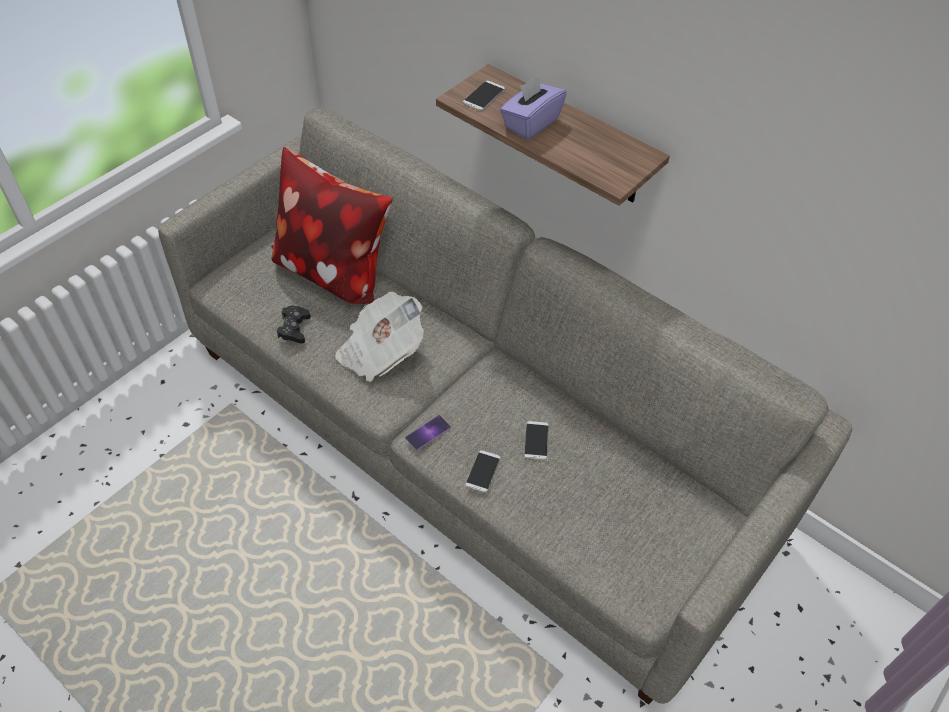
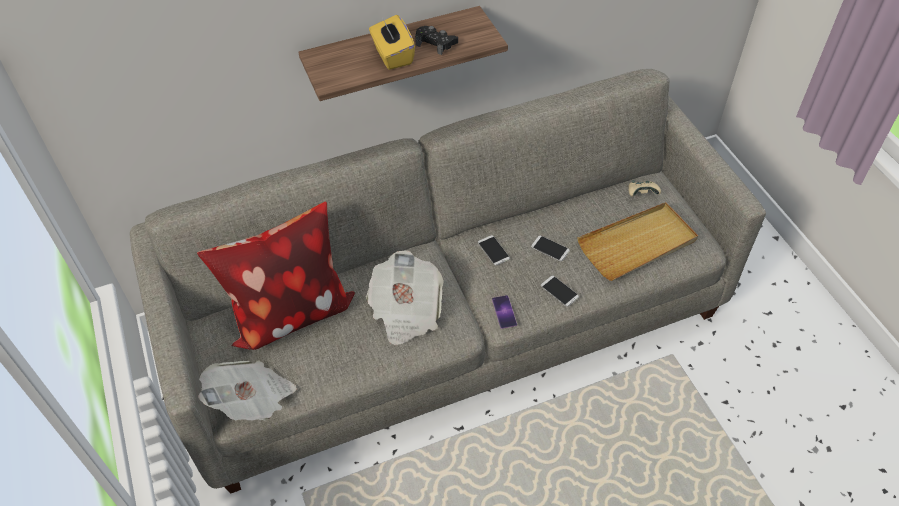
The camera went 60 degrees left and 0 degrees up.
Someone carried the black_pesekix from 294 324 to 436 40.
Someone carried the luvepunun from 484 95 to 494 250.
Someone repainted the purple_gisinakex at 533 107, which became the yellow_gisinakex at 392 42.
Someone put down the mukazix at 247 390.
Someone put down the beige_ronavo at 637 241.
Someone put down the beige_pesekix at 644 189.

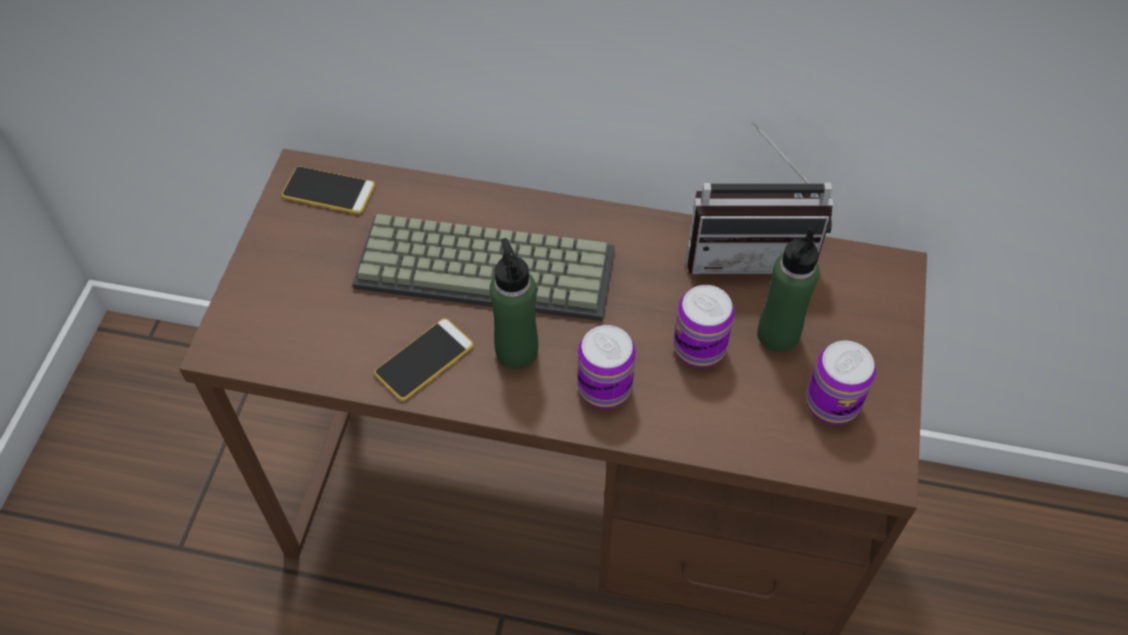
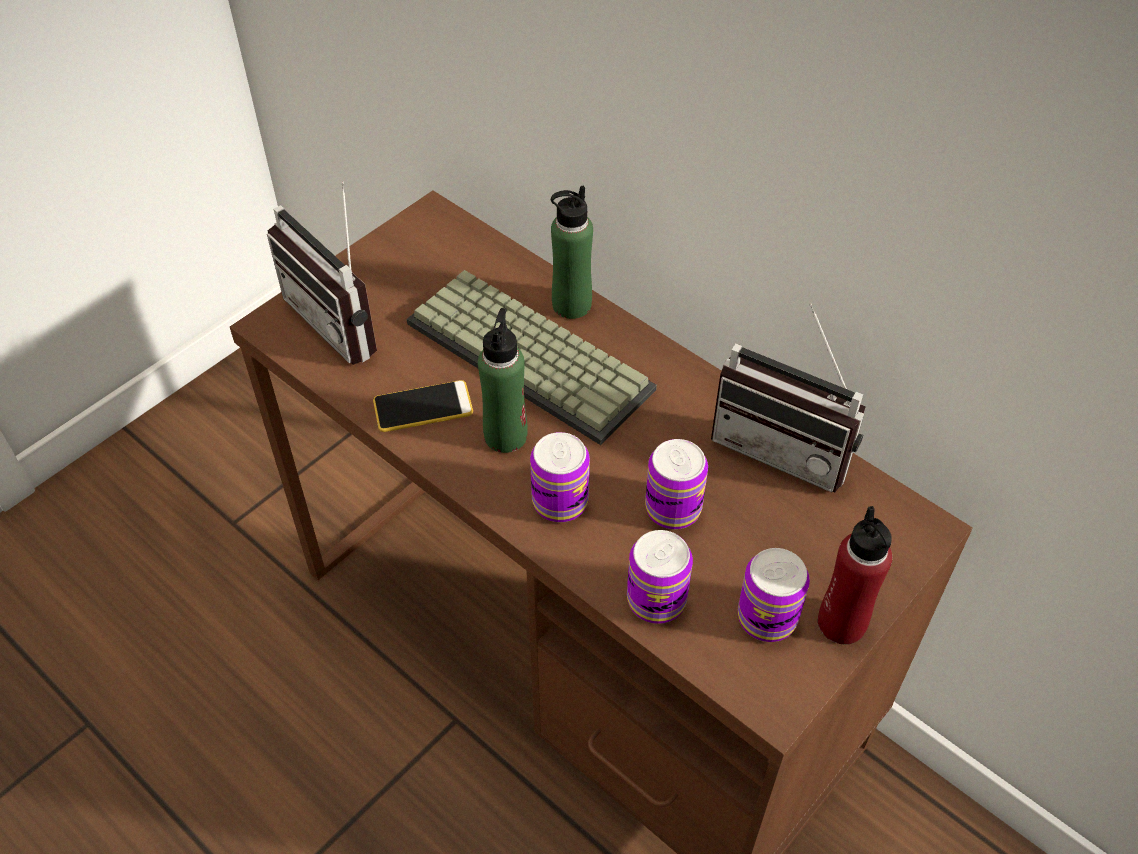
The camera went 30 degrees right and 5 degrees down.
Someone took away the luvepunun at 328 190.
Someone carried the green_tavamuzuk from 788 289 to 572 252.
Someone put down the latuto at 322 273.
Someone put down the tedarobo at 660 577.
Someone put down the red_tavamuzuk at 855 575.

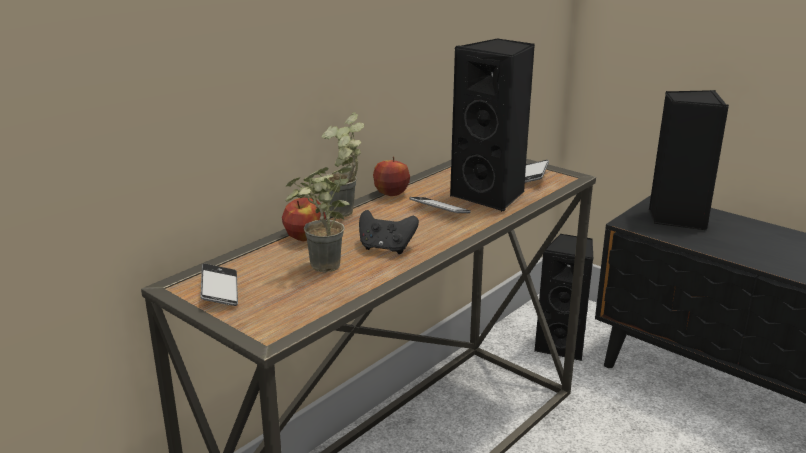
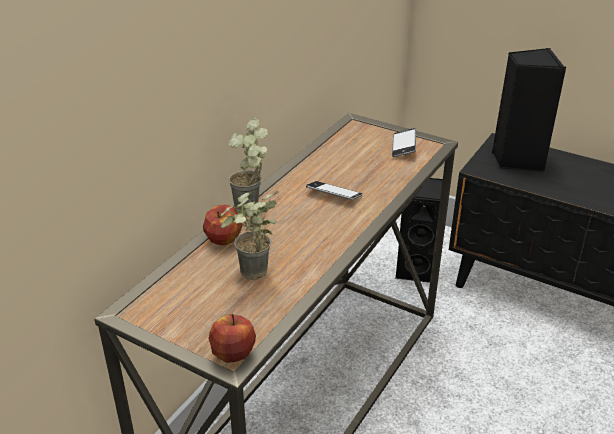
The camera went 10 degrees left and 10 degrees up.
Someone took away the luvepunun at 219 285.
Someone took away the black_pesekix at 389 232.
Someone carried the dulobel from 391 176 to 232 338.
Someone took away the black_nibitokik at 492 125.

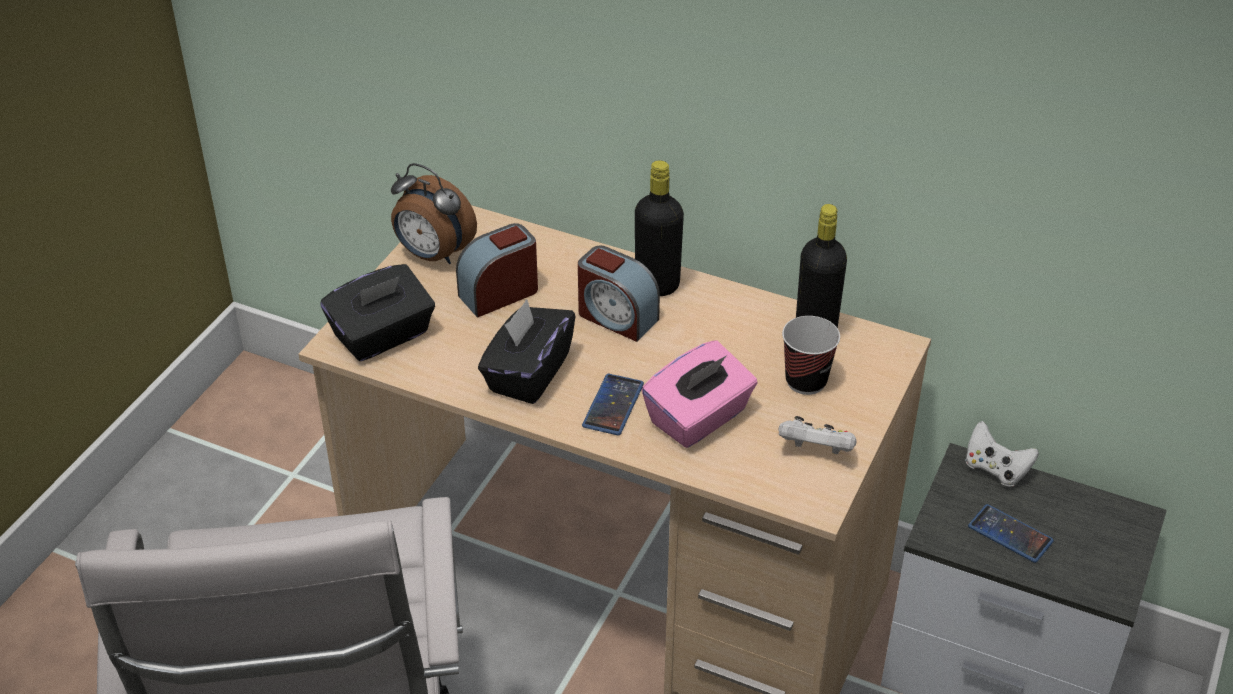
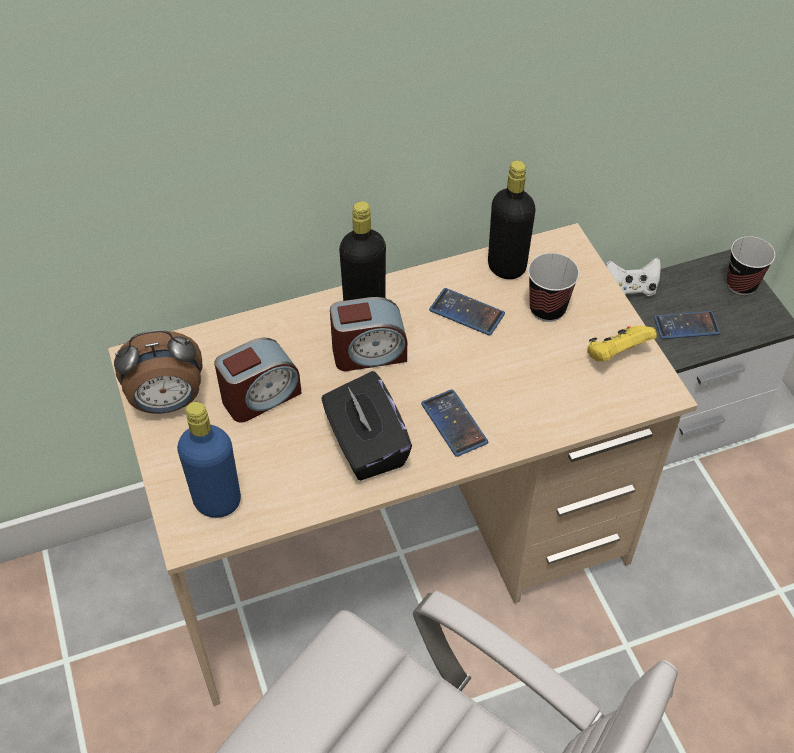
The camera went 45 degrees left and 10 degrees up.
Someone swapped the black_gisinakex at 378 312 for the blue_tavamuzuk at 209 460.
Someone rotated the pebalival at 497 270 by 135 degrees counterclockwise.
Someone took away the pink_gisinakex at 700 394.
Someone repainted the white_pesekix at 818 435, which became the yellow_pesekix at 622 343.
Someone put down the luvepunun at 467 312.
Someone put down the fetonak at 751 265.

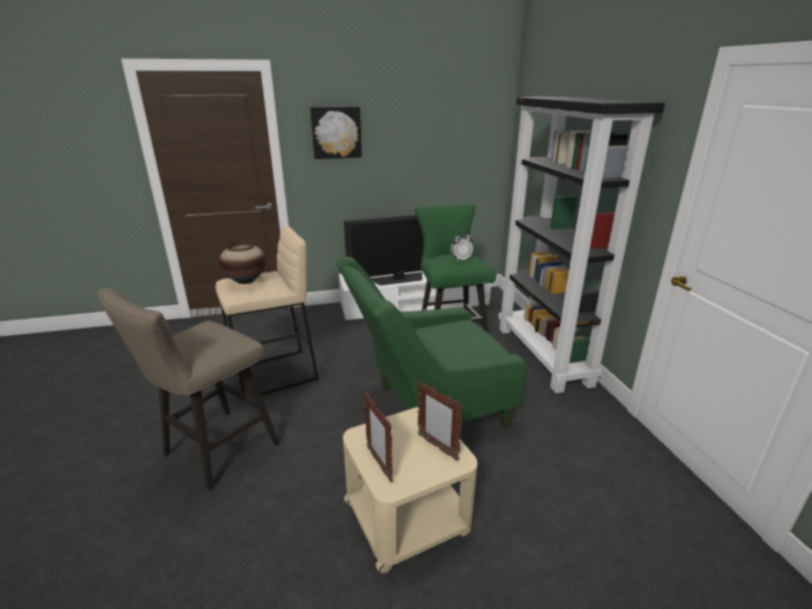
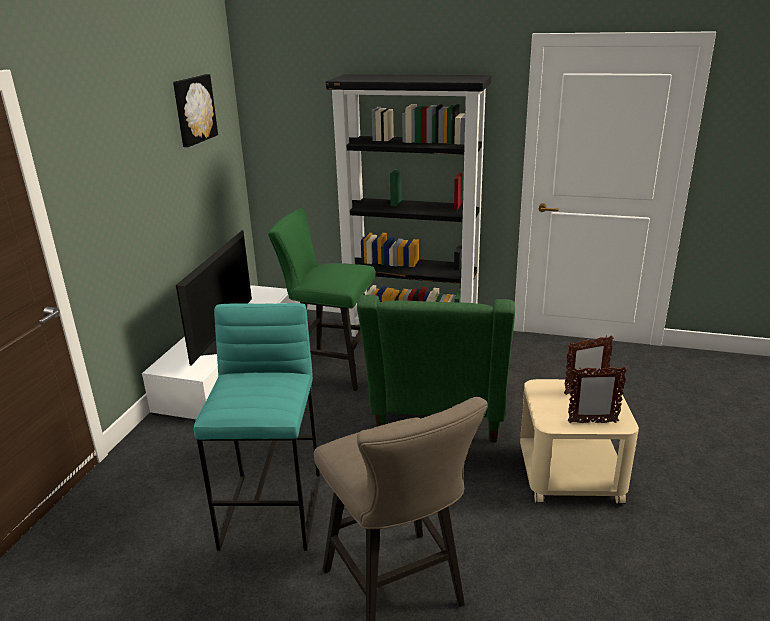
The camera went 60 degrees left and 0 degrees up.
Someone repainted the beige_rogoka at 267 311, which became the turquoise_rogoka at 257 427.
Someone took away the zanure at 242 262.
Someone carried the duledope from 336 133 to 195 110.
Someone took away the pebalival at 462 246.

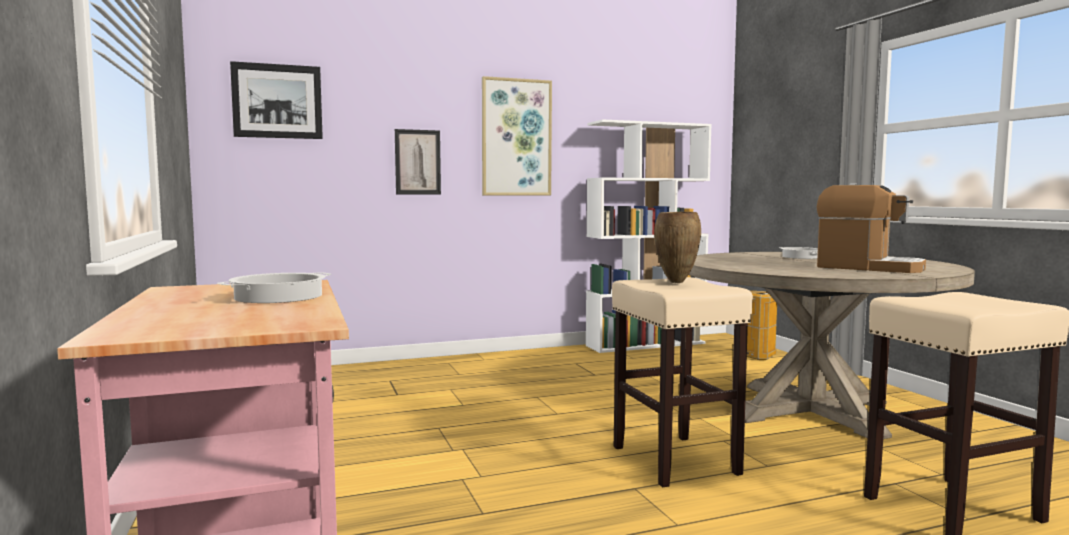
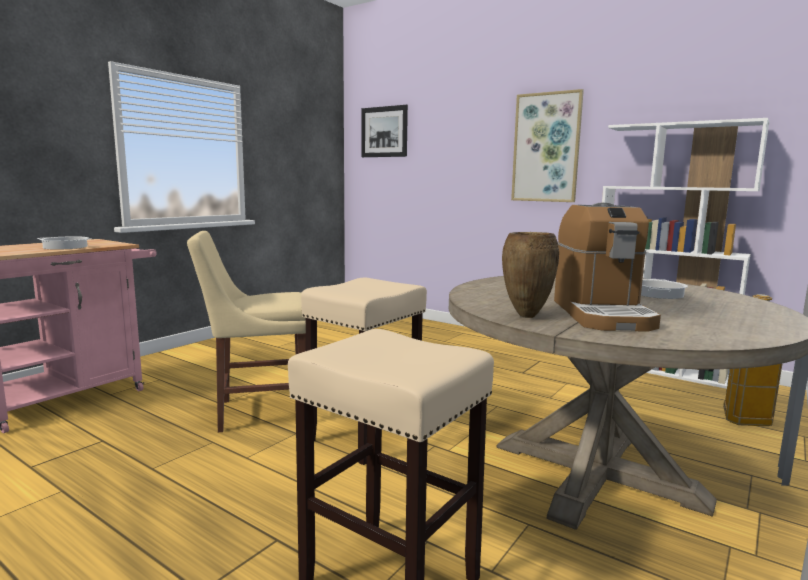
The camera went 55 degrees right and 5 degrees up.
Someone took away the duledope at 418 161.
Someone carried the brown_zanure from 677 247 to 530 275.
Someone put down the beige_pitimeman at 246 331.

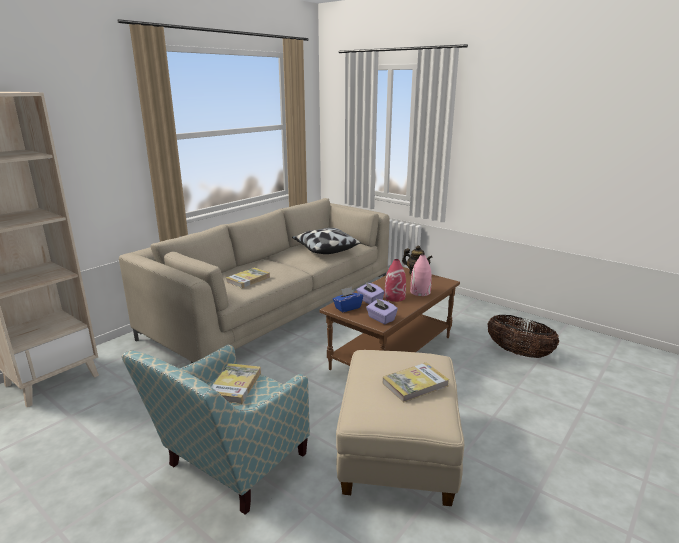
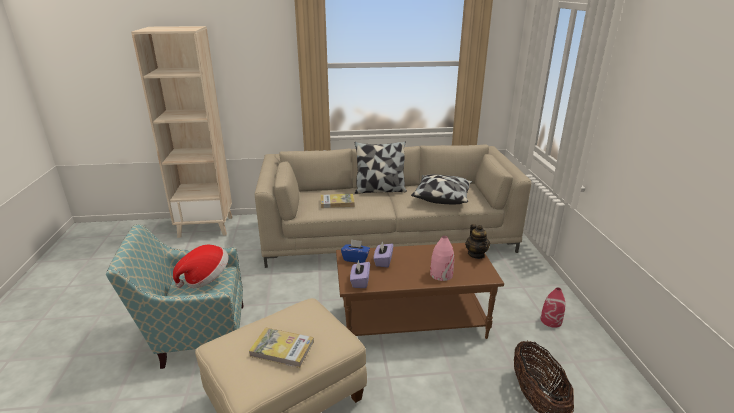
The camera went 45 degrees right and 5 degrees up.
Someone swapped the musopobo at 236 383 for the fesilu at 201 266.
Someone carried the red_zanure from 395 280 to 553 307.
Someone put down the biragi at 381 167.

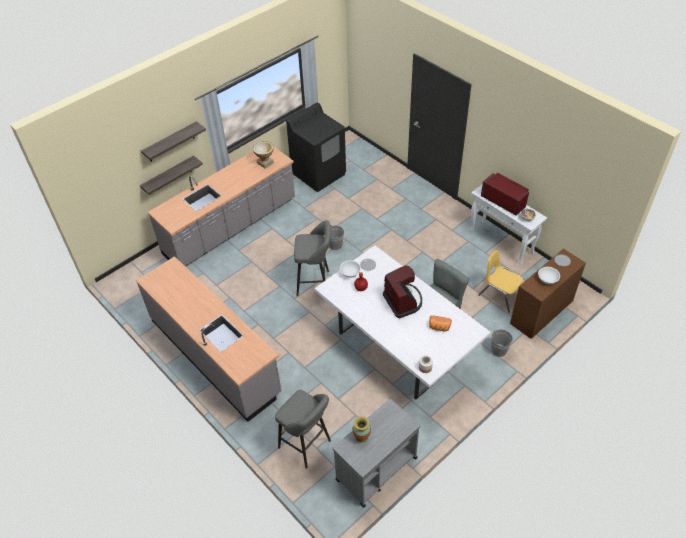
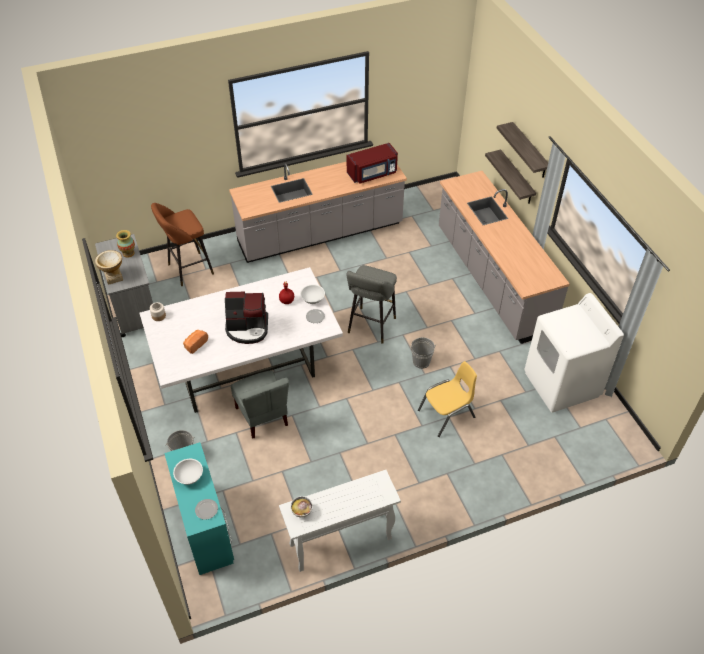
The camera went 110 degrees right and 0 degrees up.
Someone carried the zanure from 263 154 to 109 267.
Someone repainted the grey_rogoka at 303 429, which became the brown_rogoka at 182 244.
Someone repainted the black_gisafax at 316 147, which became the white_gisafax at 574 353.
Someone carried the yellow_pitimeman from 500 281 to 447 399.
Someone carried the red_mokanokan from 505 194 to 372 163.
Someone repainted the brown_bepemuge at 548 293, which became the turquoise_bepemuge at 199 508.

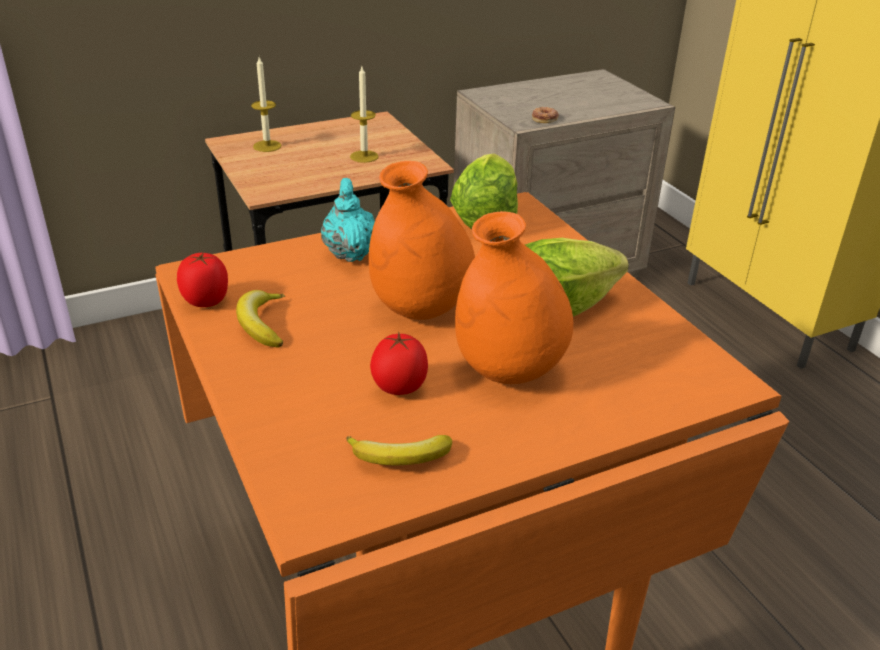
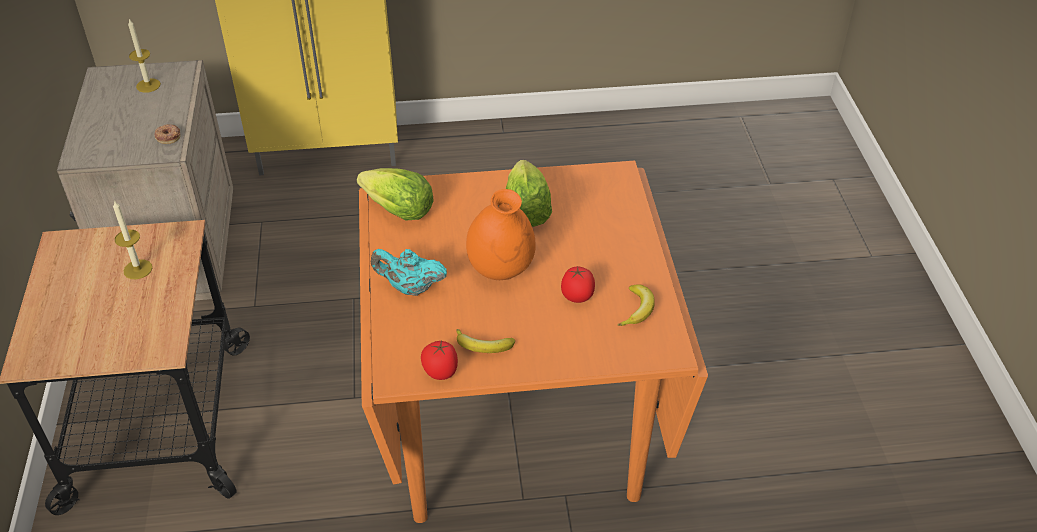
The camera went 70 degrees left and 10 degrees up.
Someone carried the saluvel from 266 104 to 144 56.
Someone took away the orange_zanure at 514 297.

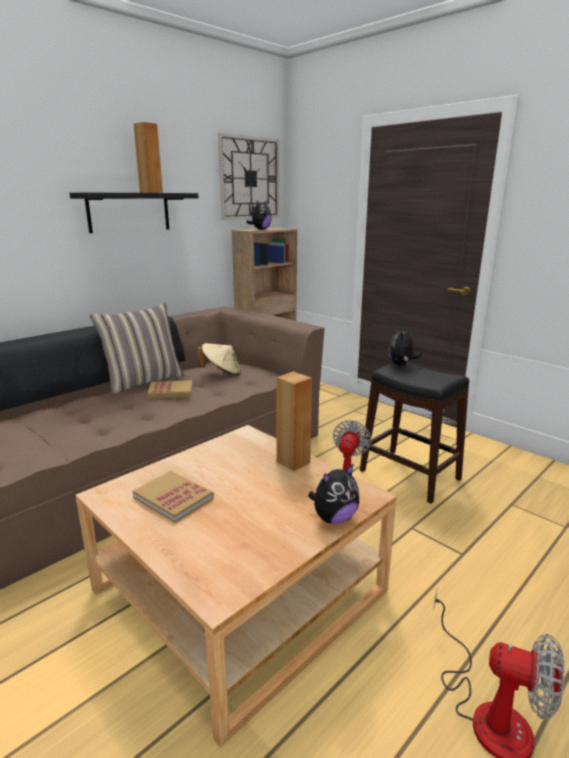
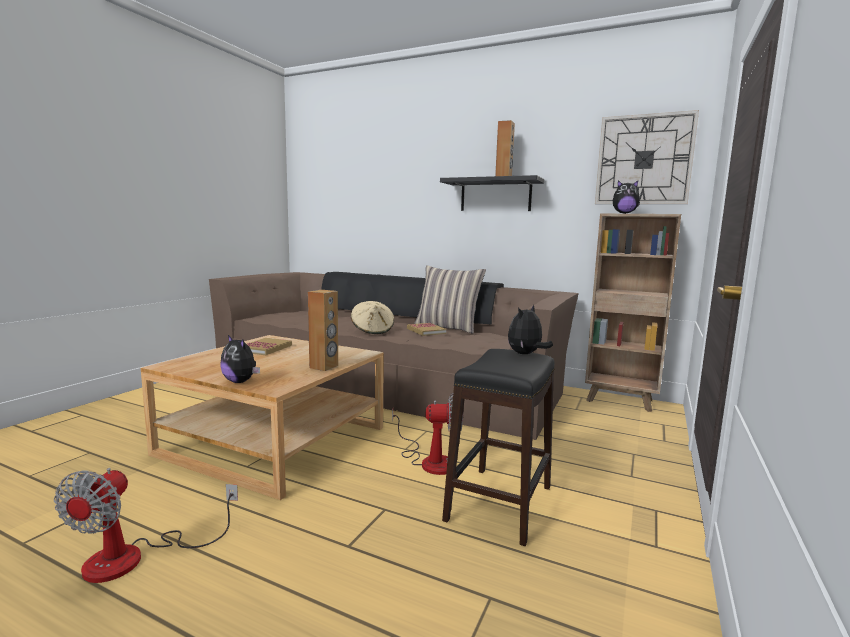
The camera went 70 degrees right and 10 degrees down.
Someone carried the beige_fesilu from 219 359 to 372 317.
Someone rotated the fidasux at 405 345 by 45 degrees counterclockwise.

